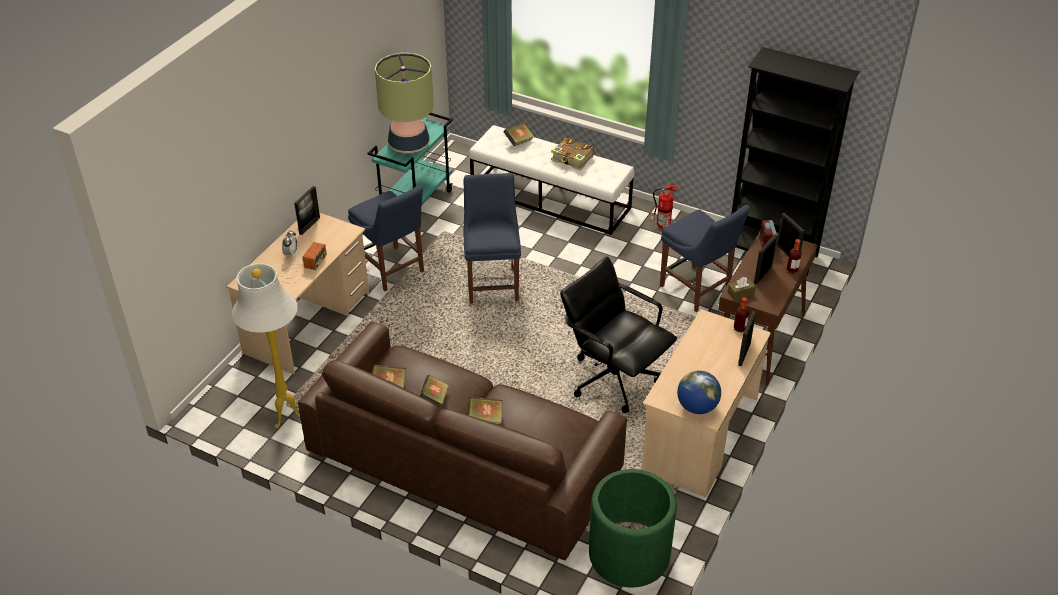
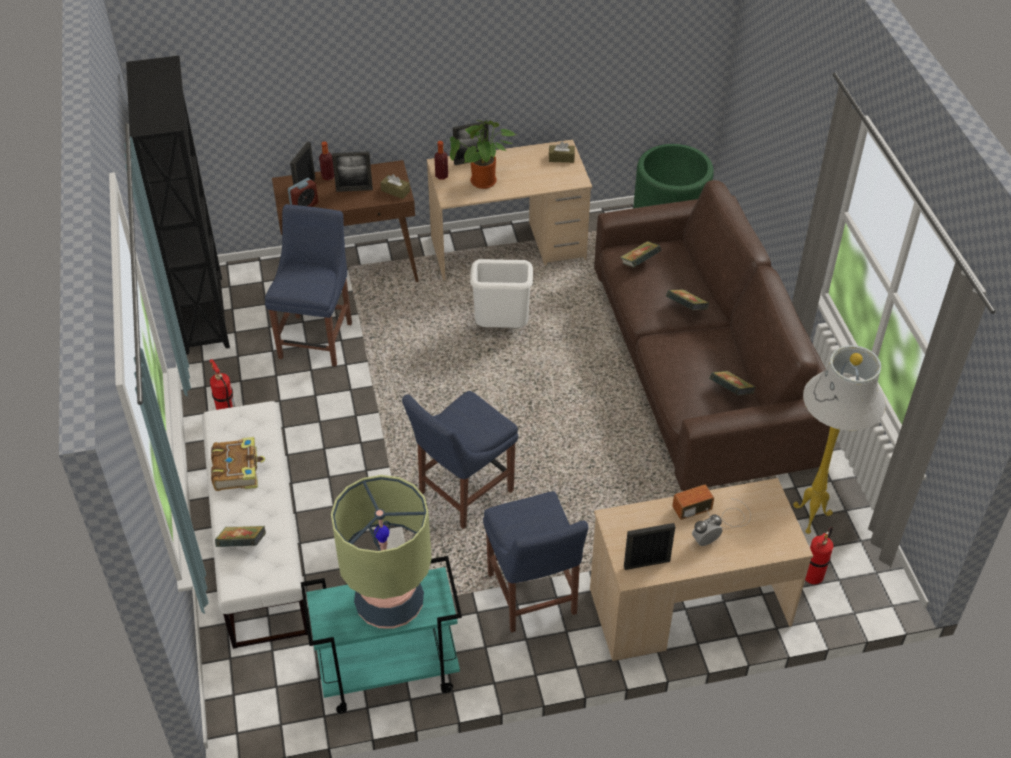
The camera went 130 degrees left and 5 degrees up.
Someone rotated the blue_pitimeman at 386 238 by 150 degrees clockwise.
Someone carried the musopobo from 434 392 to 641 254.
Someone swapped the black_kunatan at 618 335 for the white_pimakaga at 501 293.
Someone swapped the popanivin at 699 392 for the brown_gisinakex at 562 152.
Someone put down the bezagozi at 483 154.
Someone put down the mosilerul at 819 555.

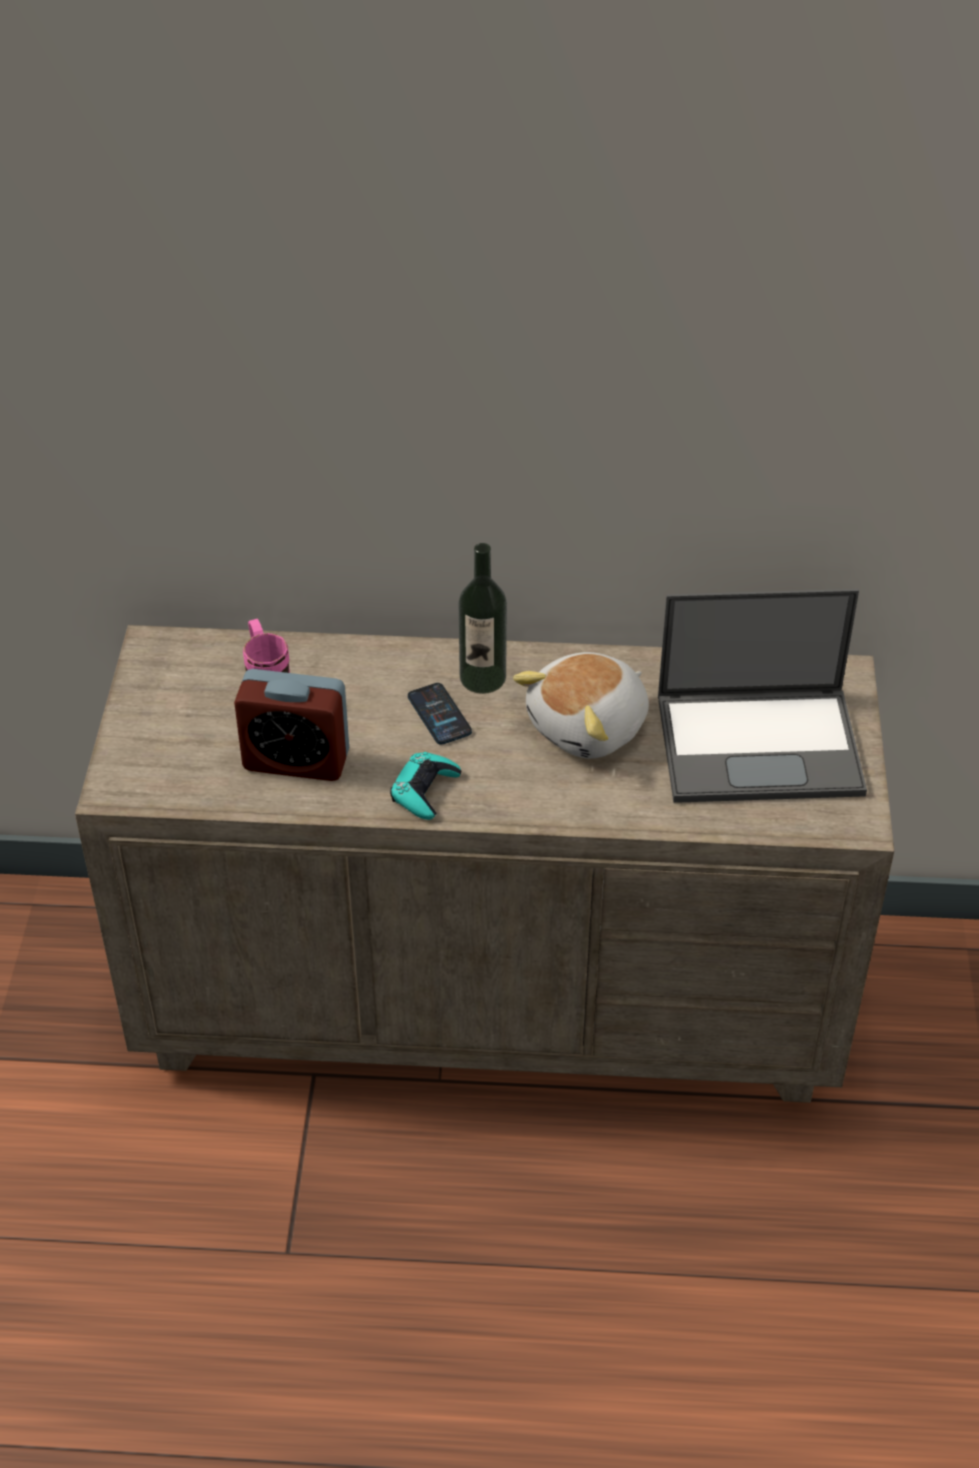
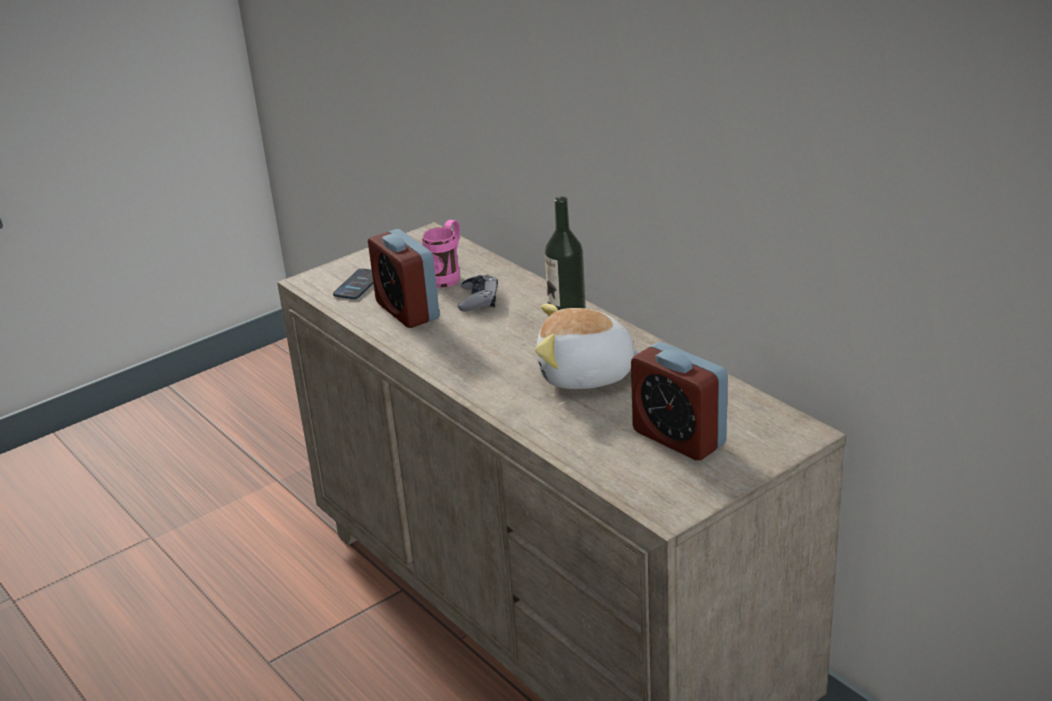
The camera went 50 degrees right and 15 degrees down.
Someone took away the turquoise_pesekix at 425 786.
Someone carried the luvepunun from 440 713 to 353 284.
Someone swapped the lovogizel at 762 696 for the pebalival at 679 401.
Someone put down the grey_pesekix at 478 293.

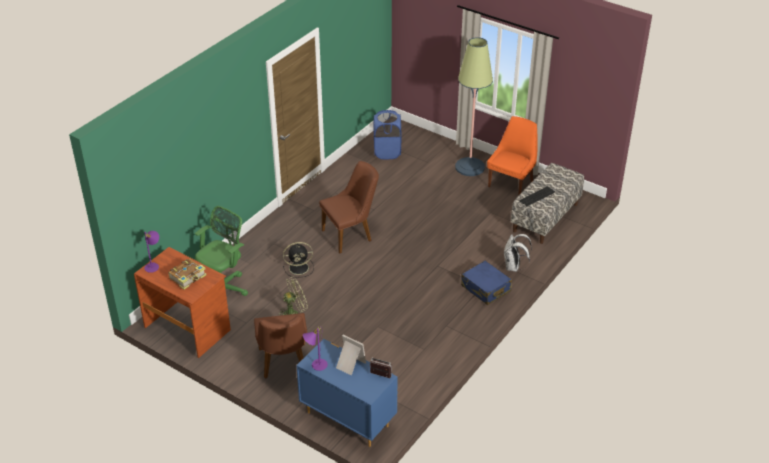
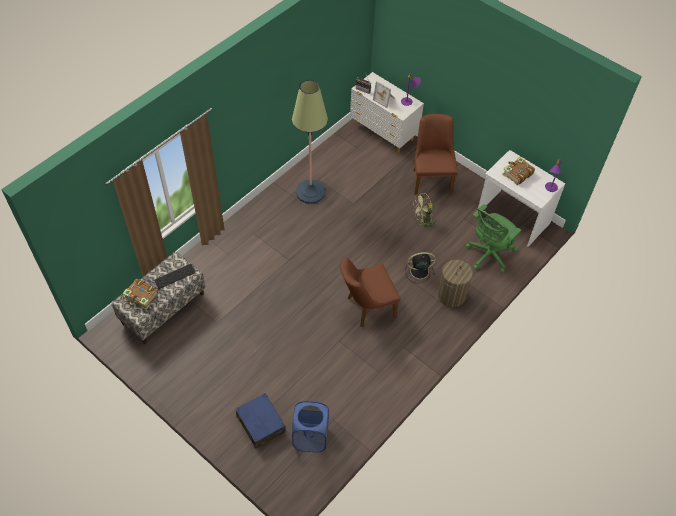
The camera went 175 degrees left and 15 degrees up.
Someone repainted the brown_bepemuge at 182 302, which became the white_bepemuge at 521 198.
Someone repainted the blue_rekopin at 347 393, which became the white_rekopin at 387 112.
Someone carried the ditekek from 474 106 to 310 142.
Someone carried the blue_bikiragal from 486 283 to 260 420.
Someone took away the orange_pitimeman at 512 156.
Someone took away the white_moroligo at 518 253.
Someone put down the musopobo at 140 294.
Someone put down the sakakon at 455 283.

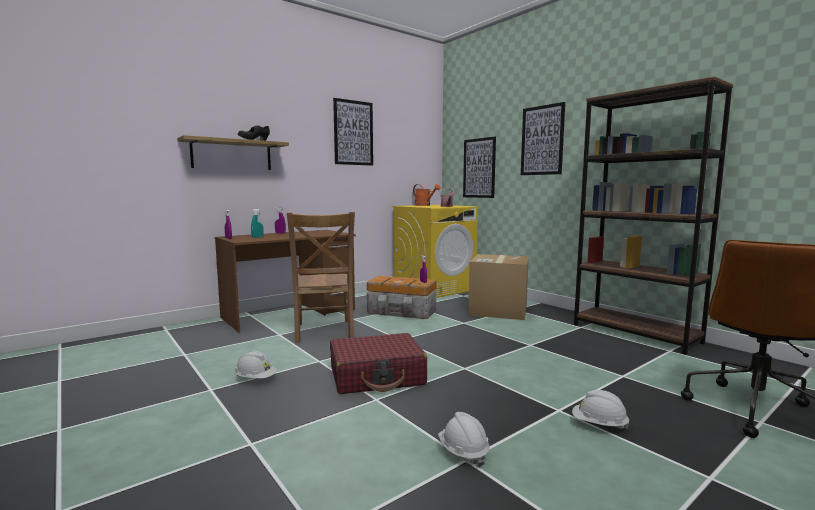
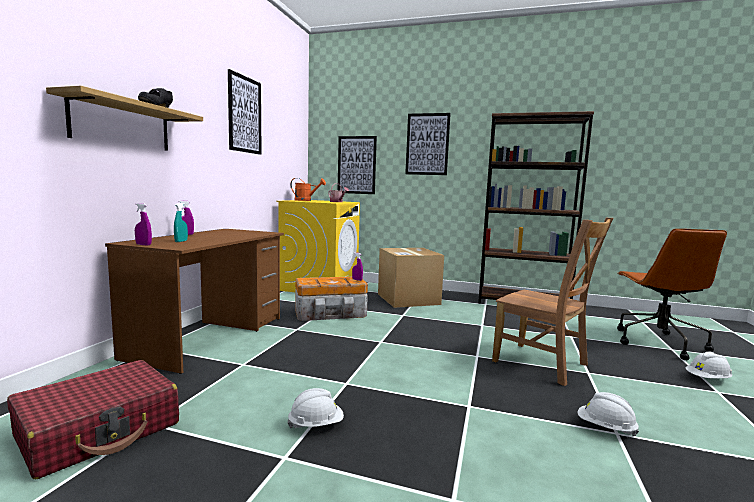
The camera went 35 degrees left and 0 degrees up.
Someone carried the brown_pitimeman from 321 277 to 552 302.
Someone carried the red_bikiragal from 378 363 to 93 419.
Someone carried the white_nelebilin from 601 409 to 708 365.

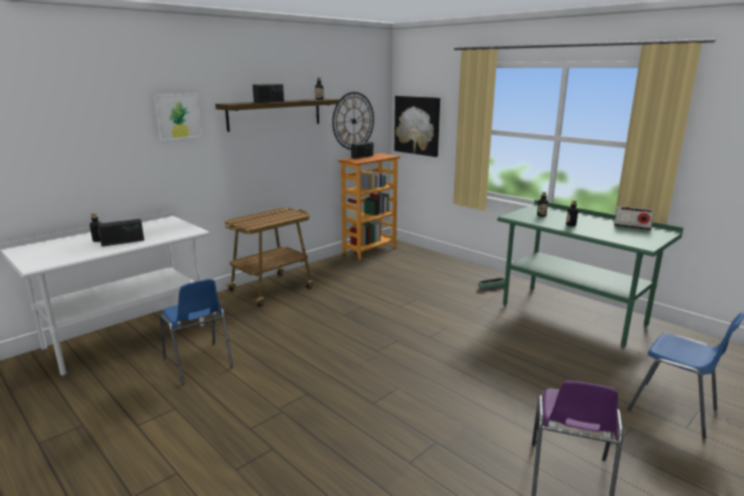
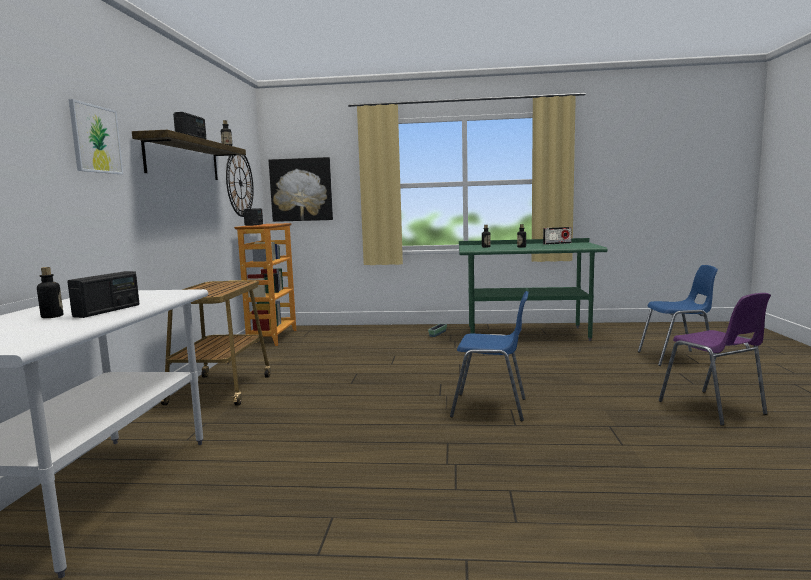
The camera went 40 degrees left and 10 degrees down.
Someone carried the blue_pitimeman from 196 331 to 489 356.

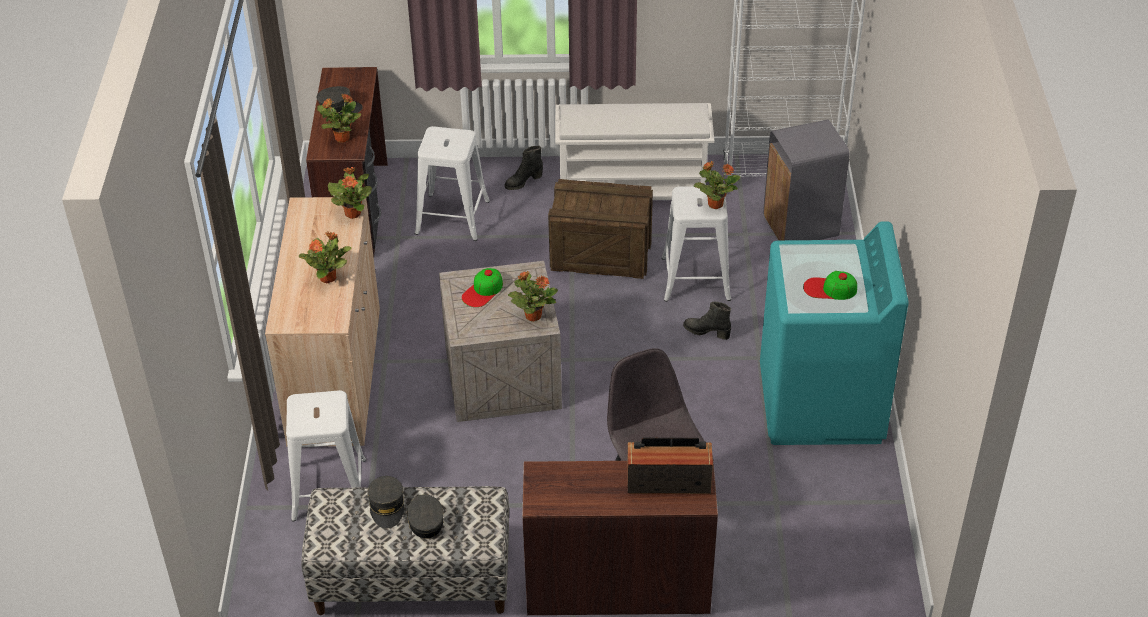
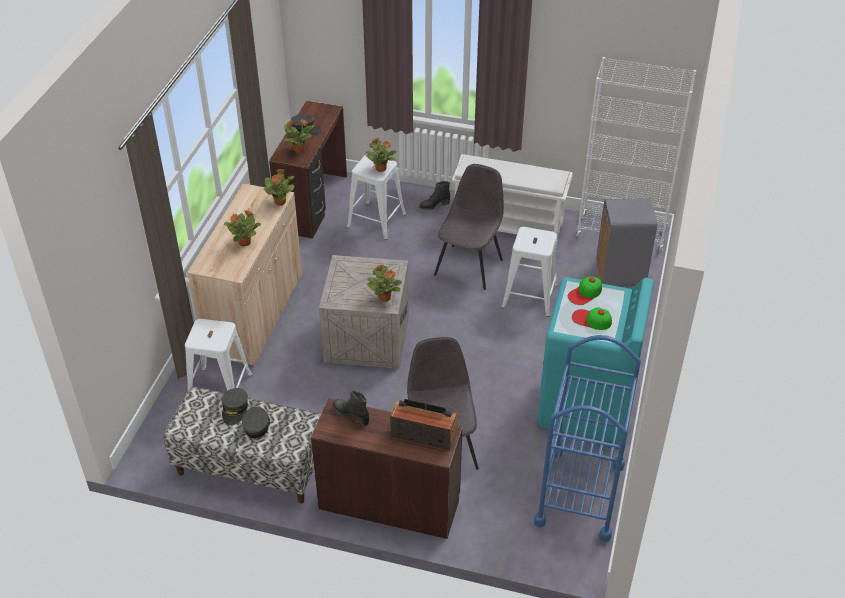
The camera went 15 degrees right and 0 degrees up.
Someone carried the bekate from 482 287 to 585 290.
Someone swapped the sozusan at 600 229 for the grey_pitimeman at 469 227.
Someone carried the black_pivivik from 707 321 to 351 408.
Someone carried the bezagozi from 717 185 to 381 155.
Someone put down the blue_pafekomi at 587 438.

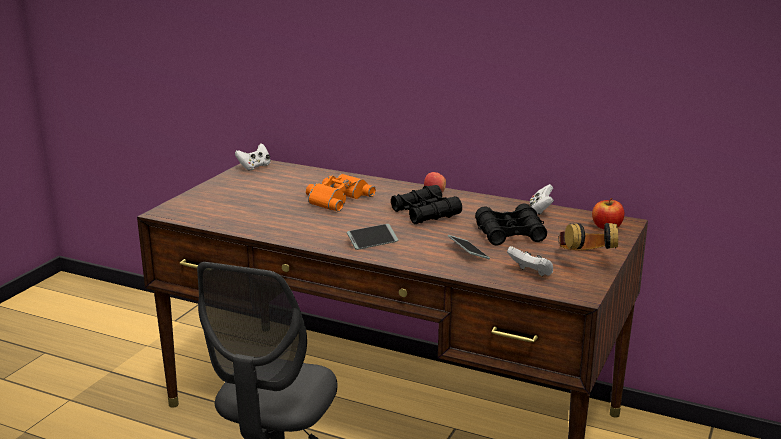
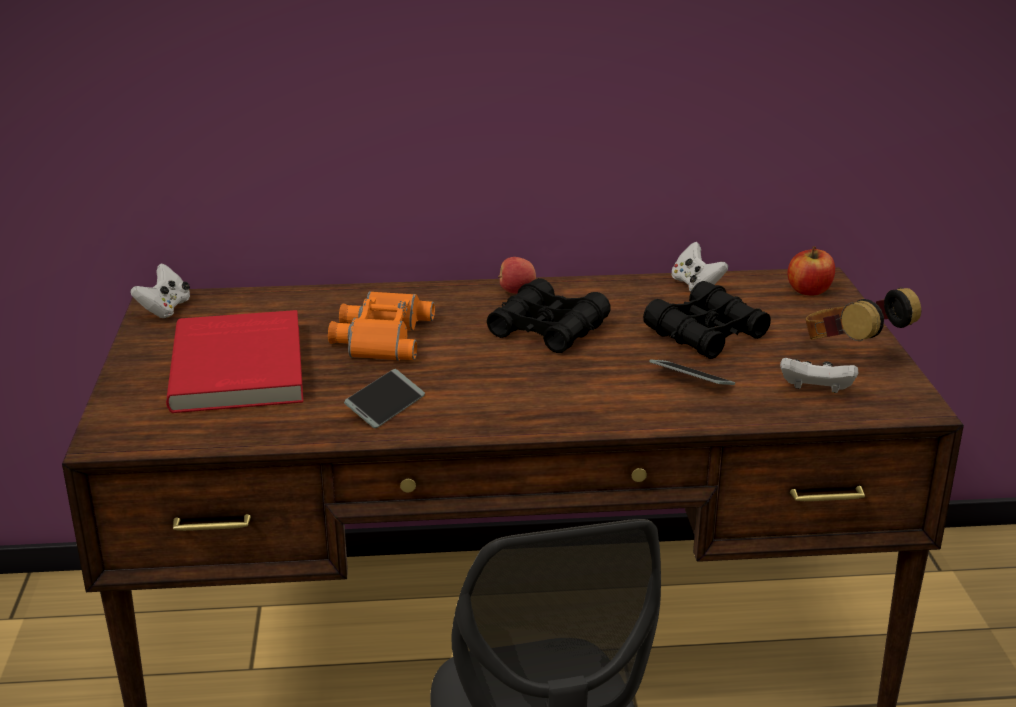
The camera went 30 degrees left and 5 degrees up.
Someone carried the luvepunun from 372 237 to 384 398.
Someone put down the red_musopobo at 234 361.

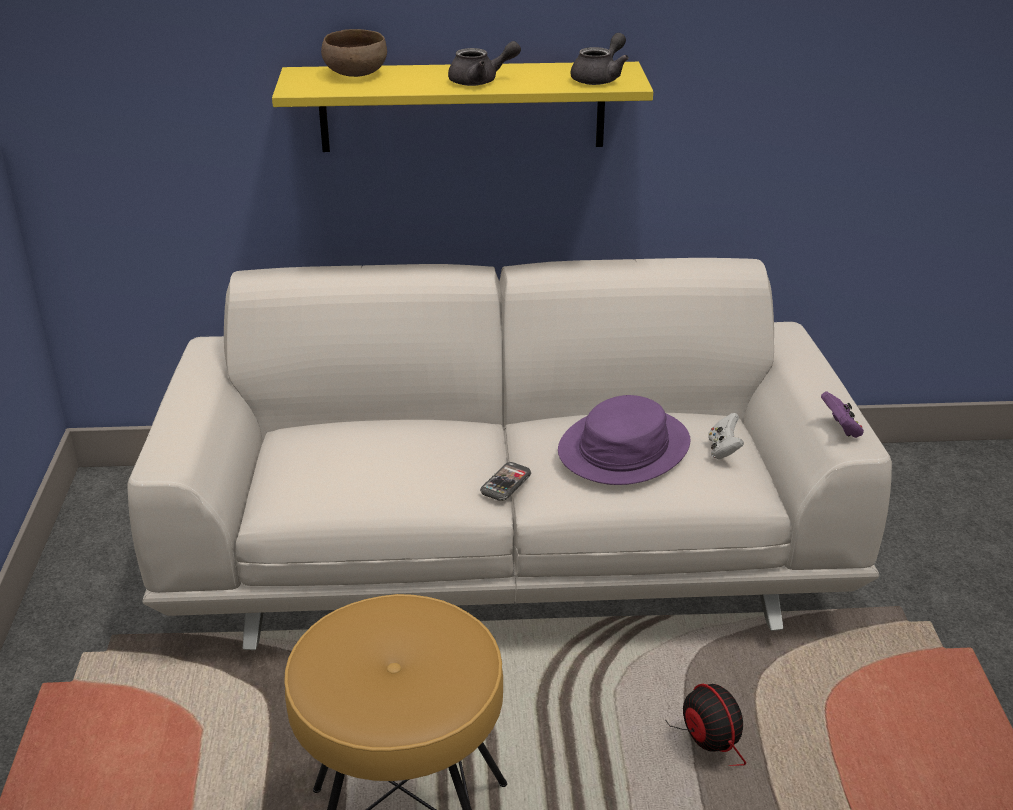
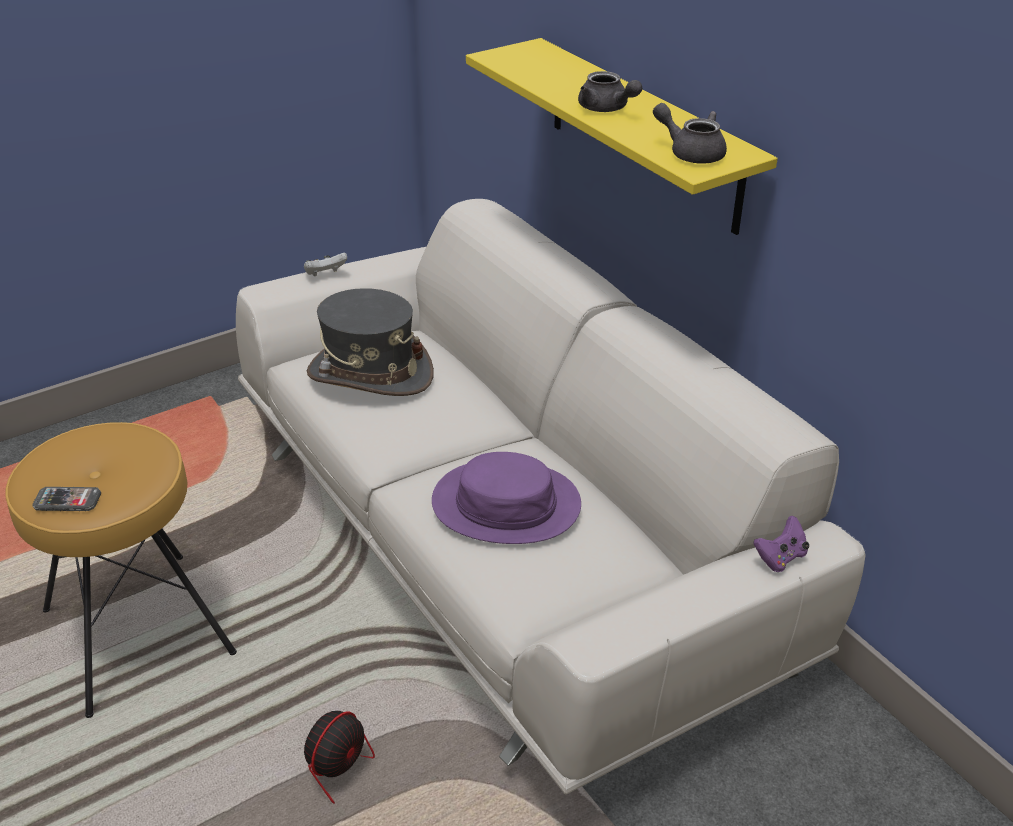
The camera went 60 degrees right and 5 degrees up.
Someone took away the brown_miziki at 354 53.
Someone carried the luvepunun from 505 481 to 66 499.
Someone rotated the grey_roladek at 599 59 by 150 degrees counterclockwise.
Someone carried the white_pesekix from 726 436 to 325 264.
Someone carried the purple_pesekix from 842 415 to 781 544.
Someone put down the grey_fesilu at 370 342.

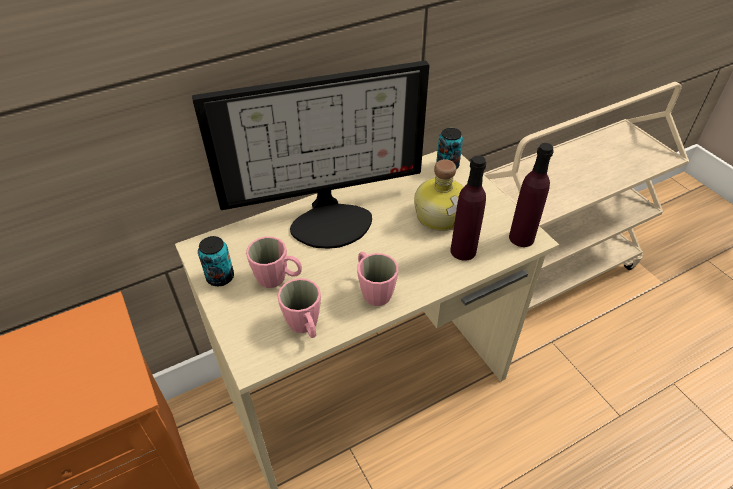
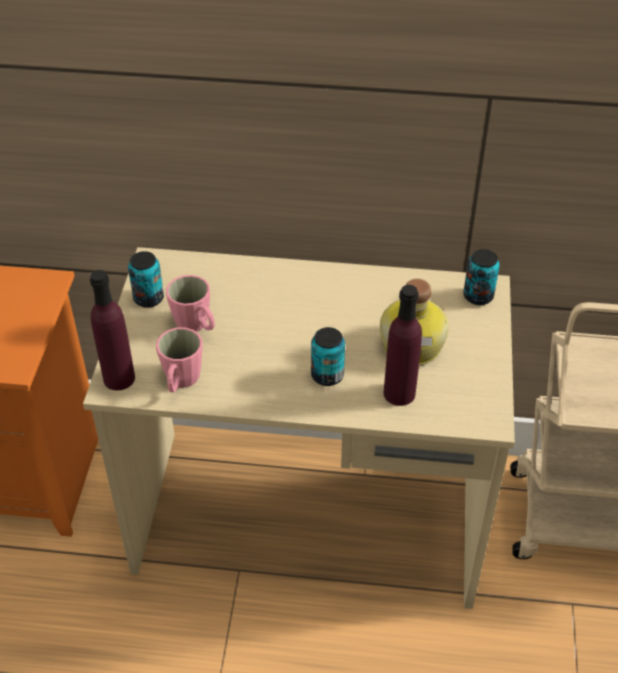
The camera went 35 degrees right and 0 degrees up.
Someone took away the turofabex at 310 155.
Someone took away the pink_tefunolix at 377 279.
Someone carried the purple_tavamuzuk from 531 195 to 112 330.
Someone put down the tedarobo at 328 356.

